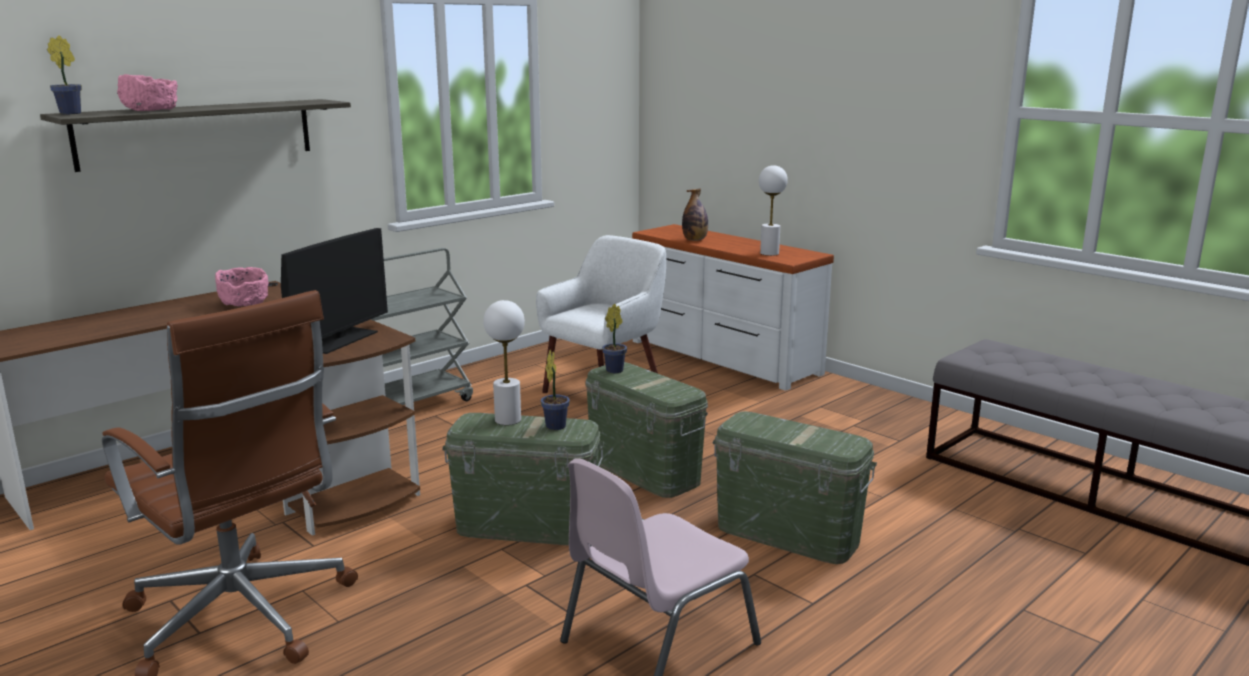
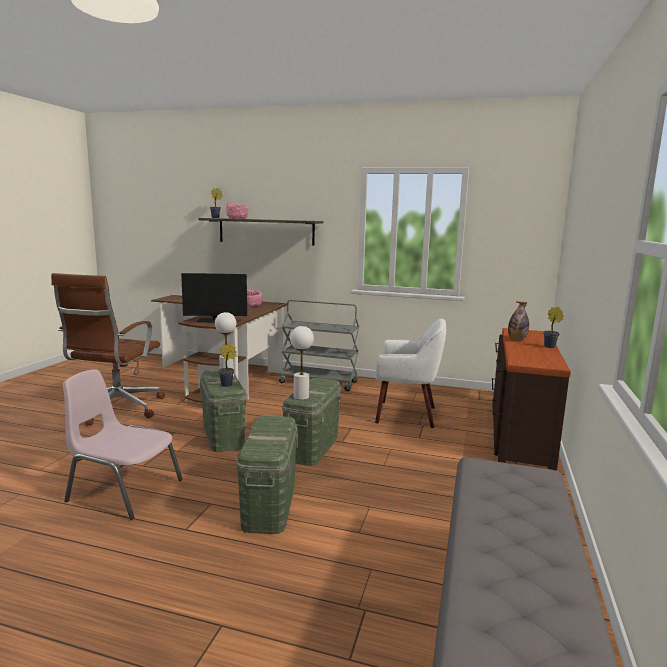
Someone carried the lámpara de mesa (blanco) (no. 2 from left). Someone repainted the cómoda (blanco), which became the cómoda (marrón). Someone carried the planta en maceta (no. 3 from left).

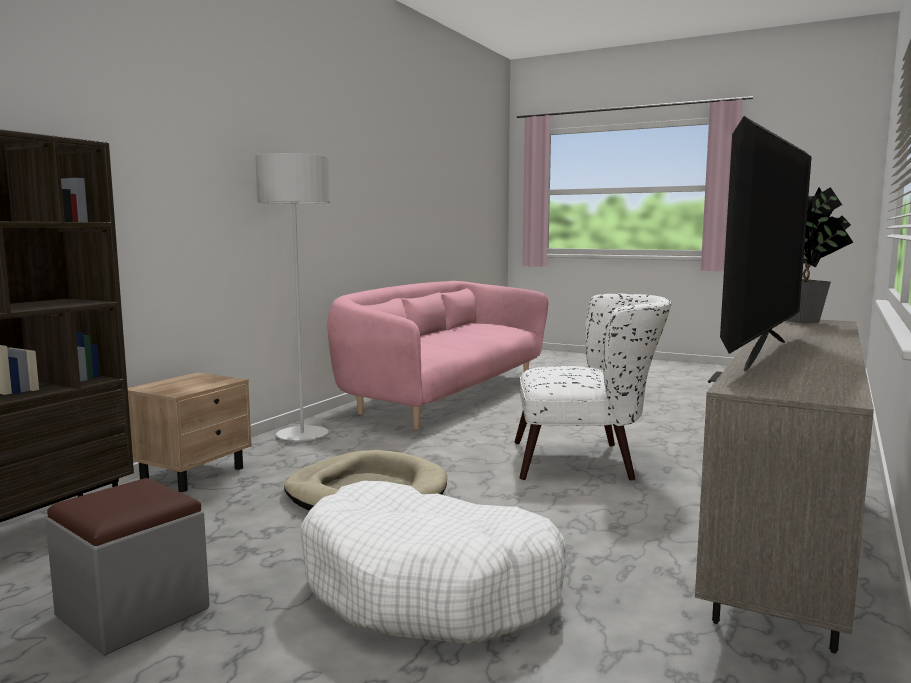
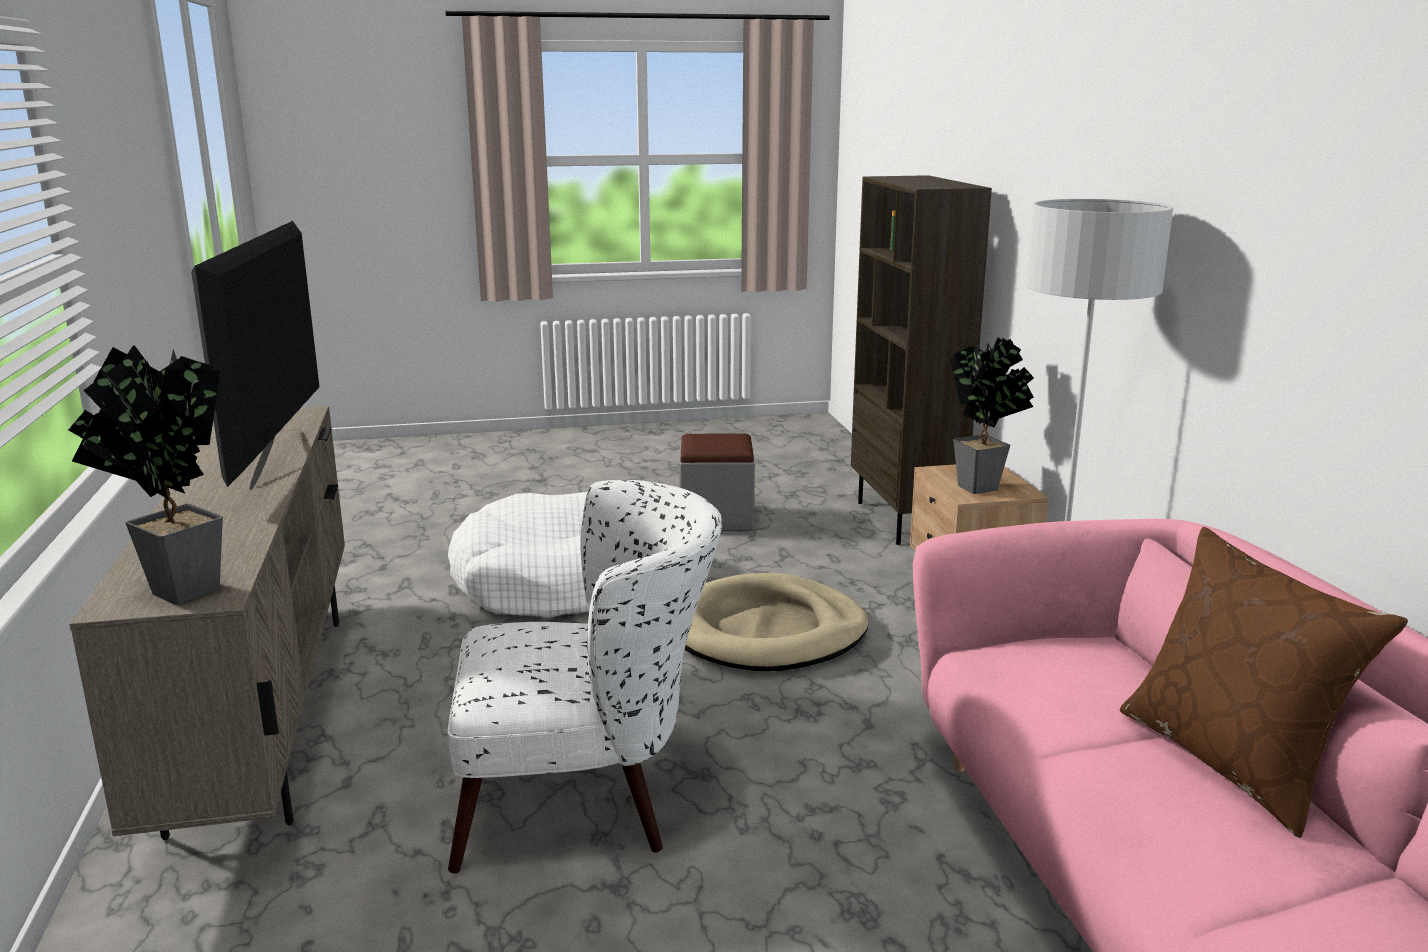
Someone rotated the sillón (blanco) by 150 degrees counterclockwise. Someone put down the planta en maceta (no. 2 from left). Someone put down the cojín (marrón).

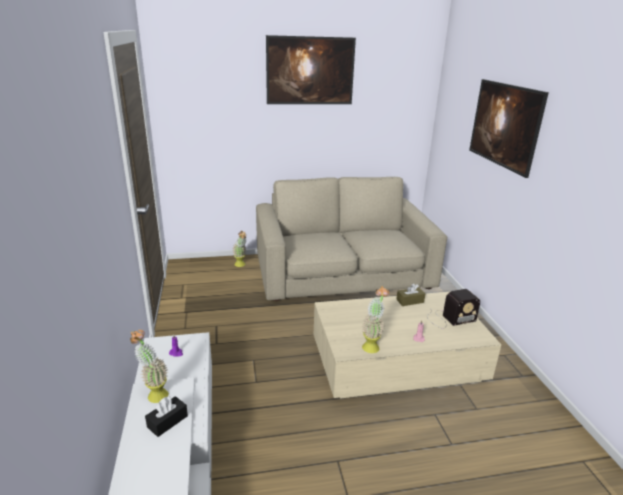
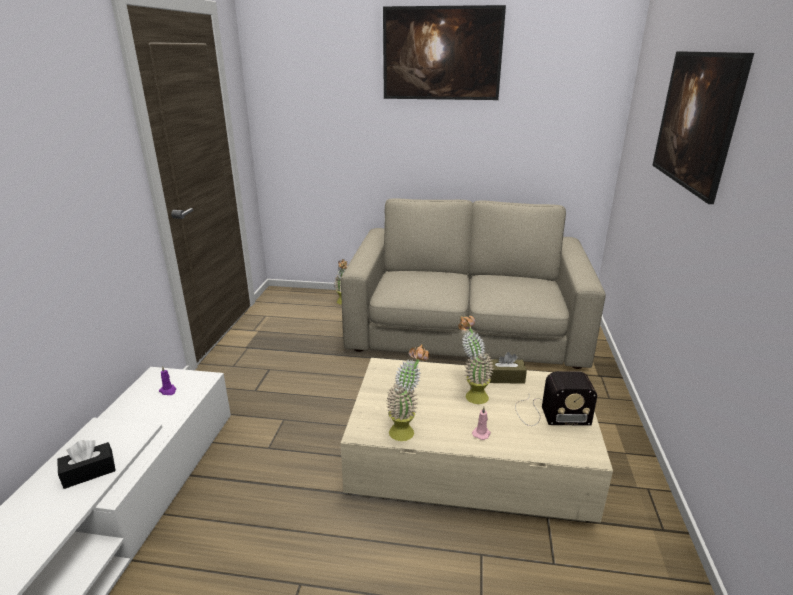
Someone carried the planta en maceta (no. 1 from left in the first image).

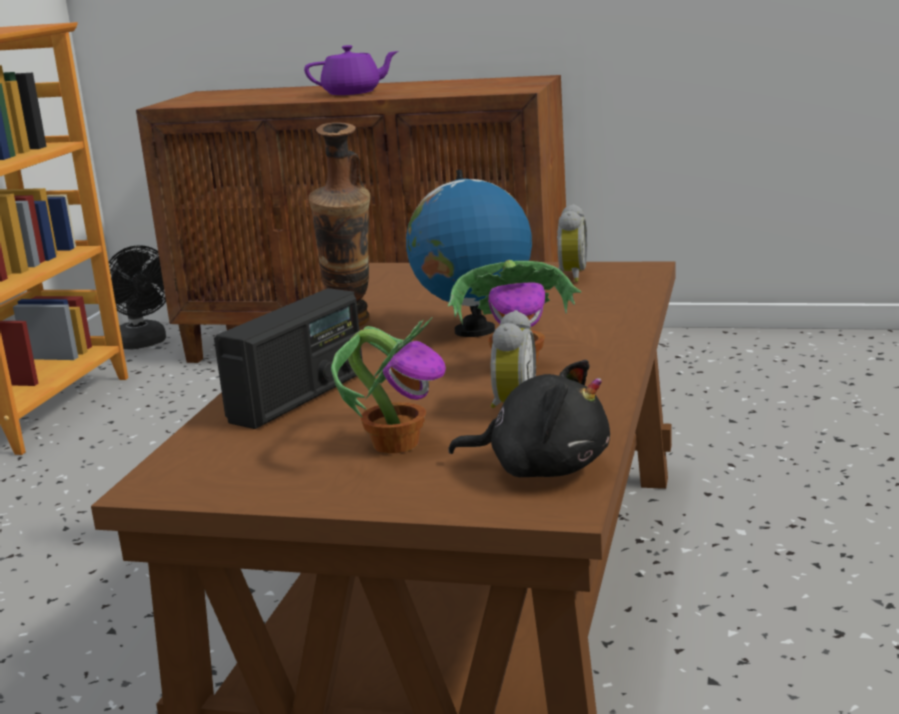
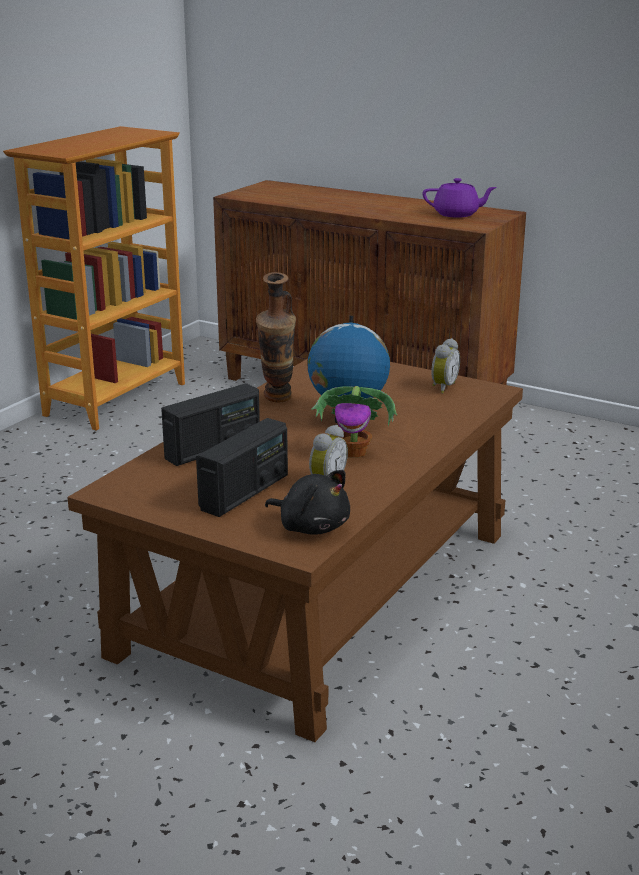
Someone carried the tetera (morado). Someone took away the ventilador (negro). Someone swapped the planta en maceta (no. 1 from left) for the radio (no. 2 from left).

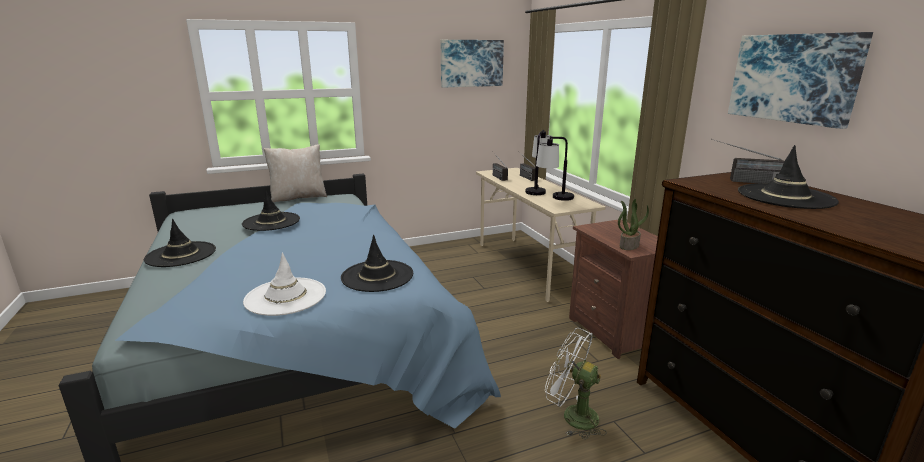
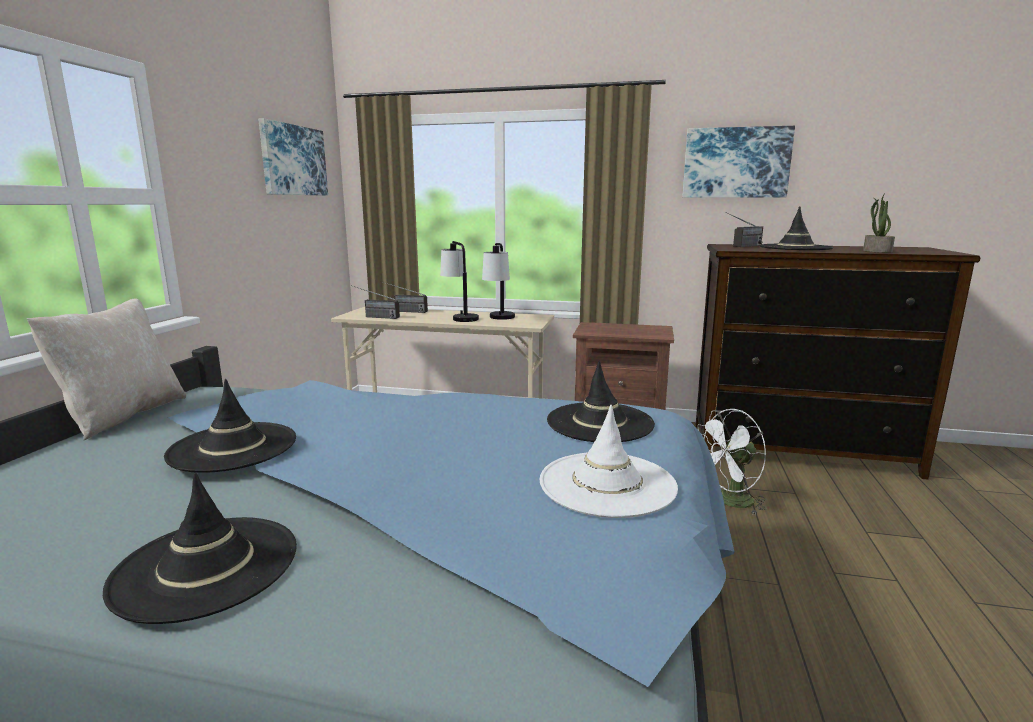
Someone carried the planta en maceta.

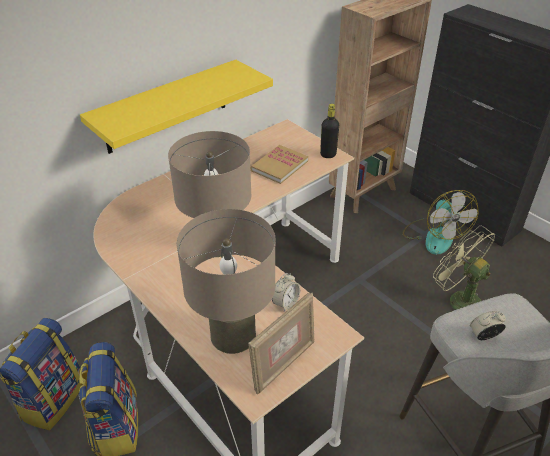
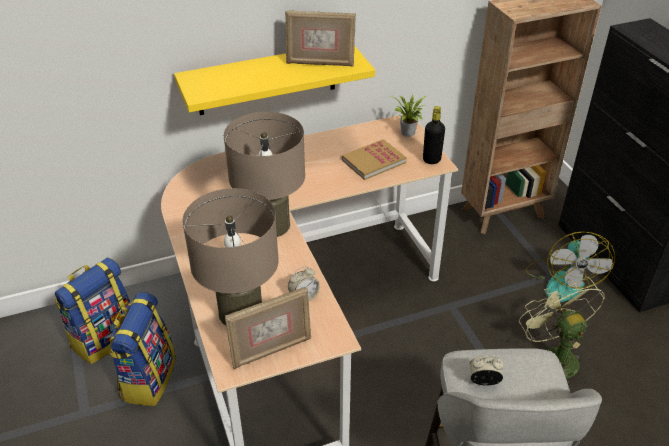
Someone put down the portarretratos (no. 2 from left). Someone put down the planta en maceta.

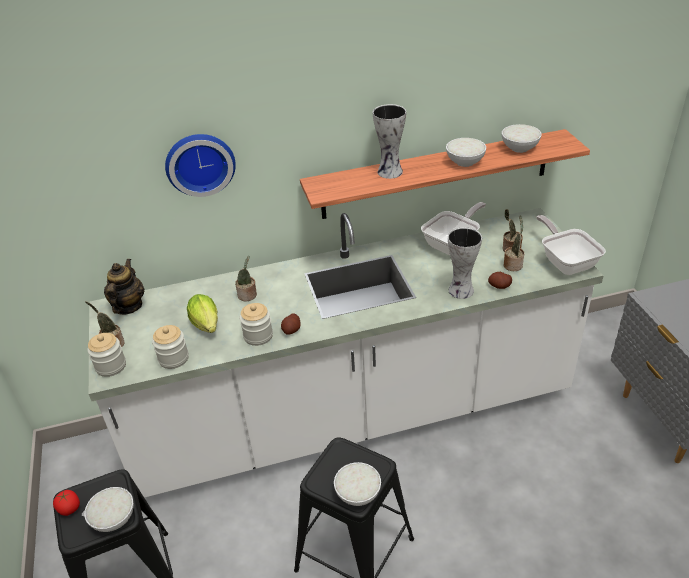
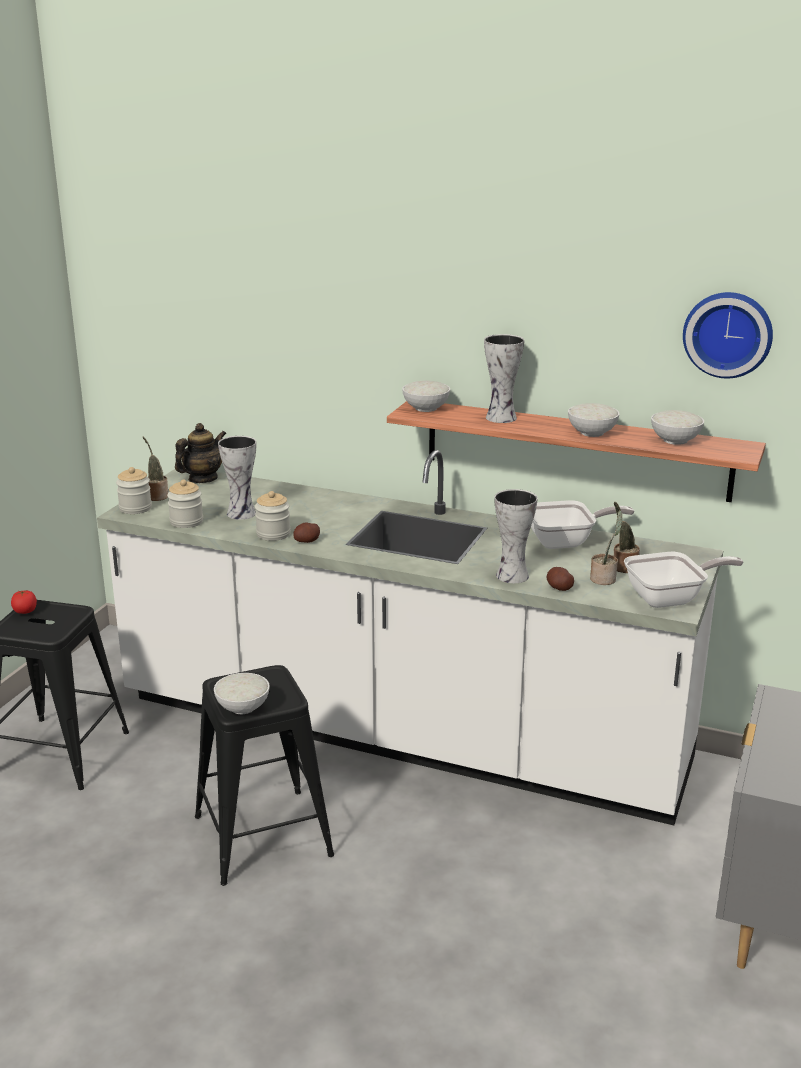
Someone carried the reloj de pared. Someone rotated the sartén (no. 2 from left) by 60 degrees clockwise. Someone took away the planta en maceta (no. 2 from left). Someone swapped the lechuga for the florero (no. 1 from left). Someone carried the cuenco (blanco) (no. 1 from left in the first image).

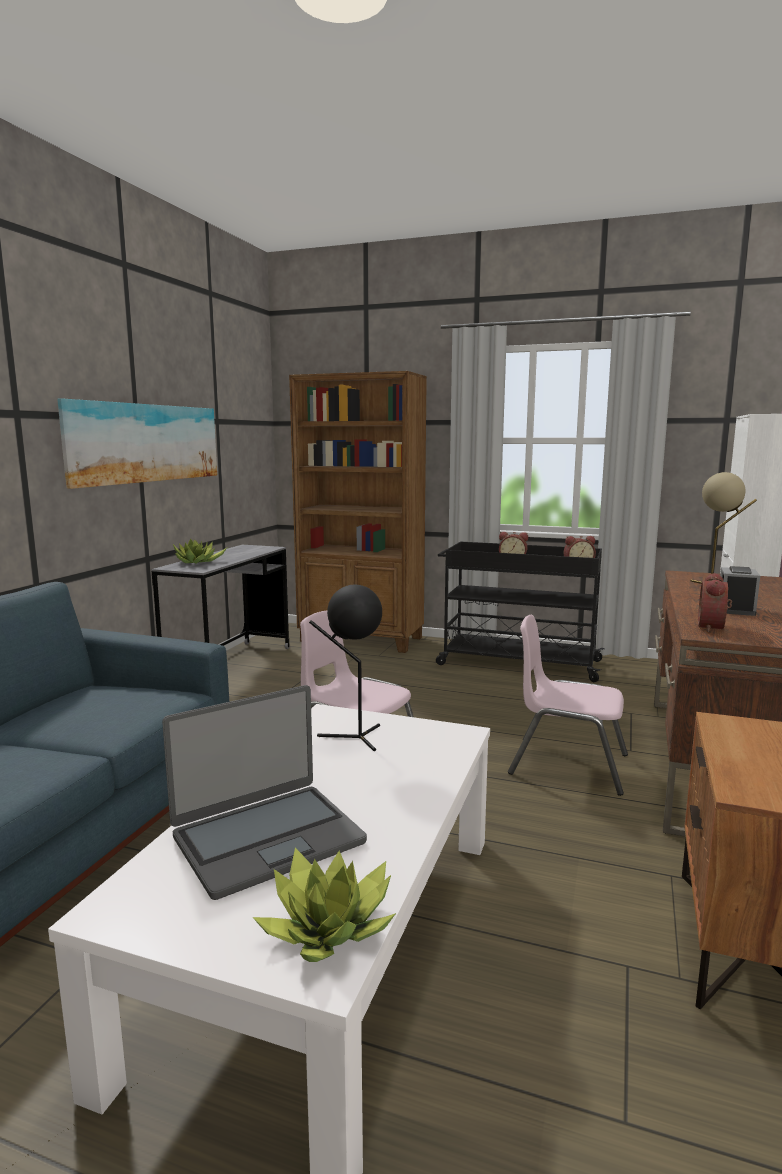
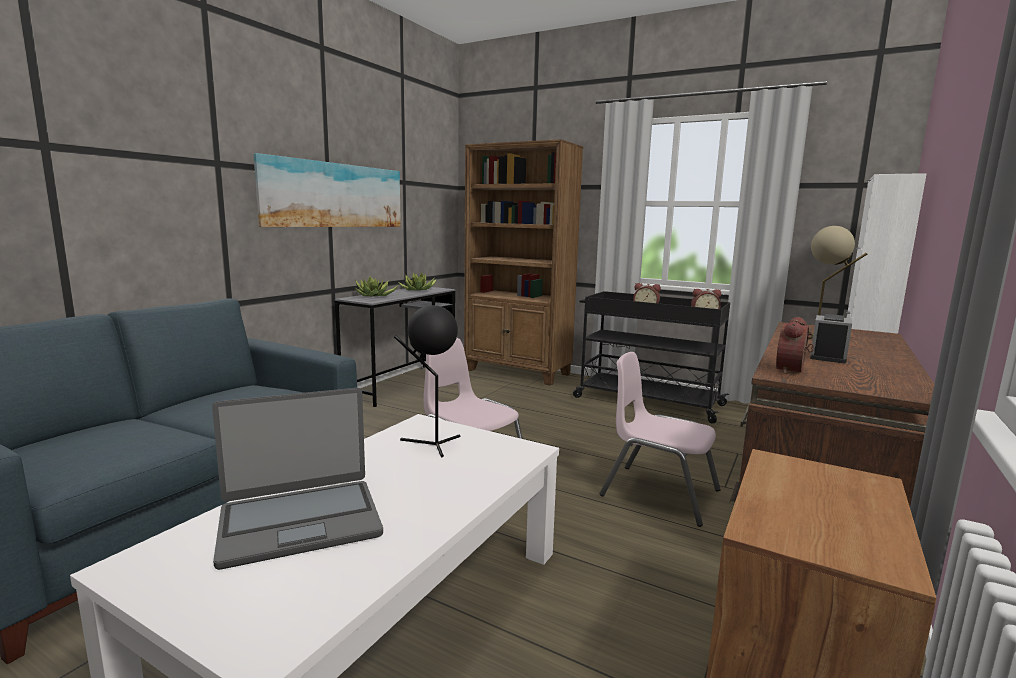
Someone carried the planta en maceta (no. 2 from left).

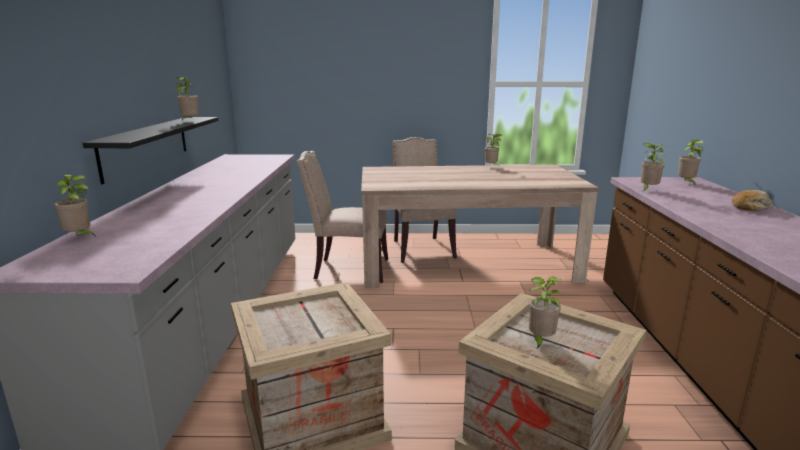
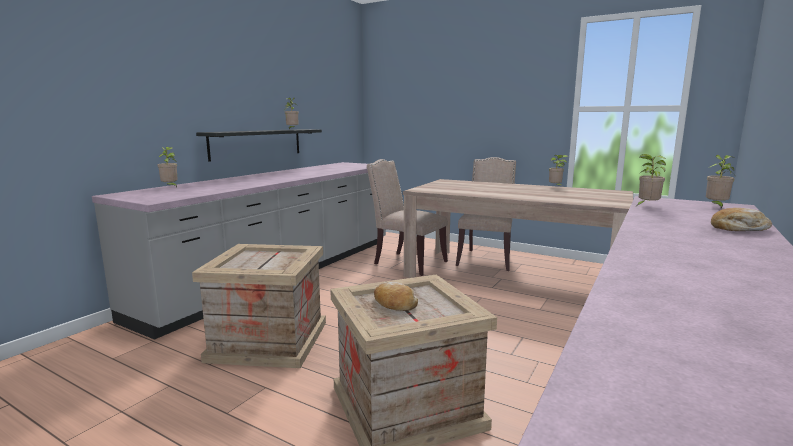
Someone swapped the planta en maceta (no. 4 from left) for the pan (no. 1 from left).

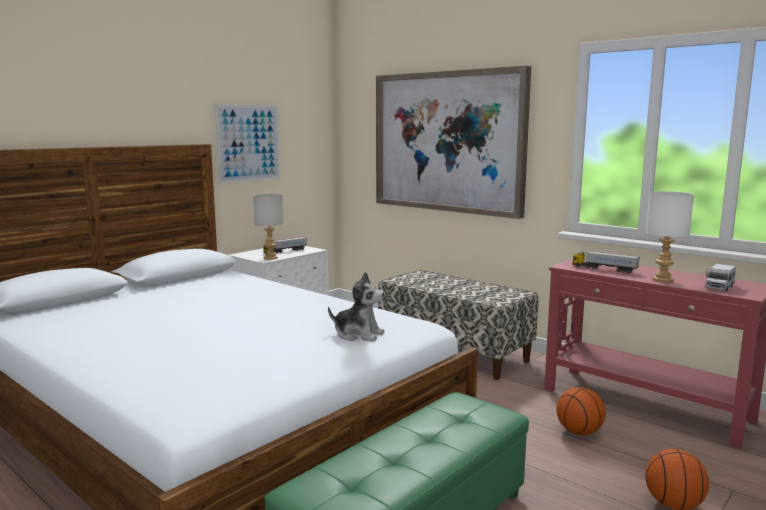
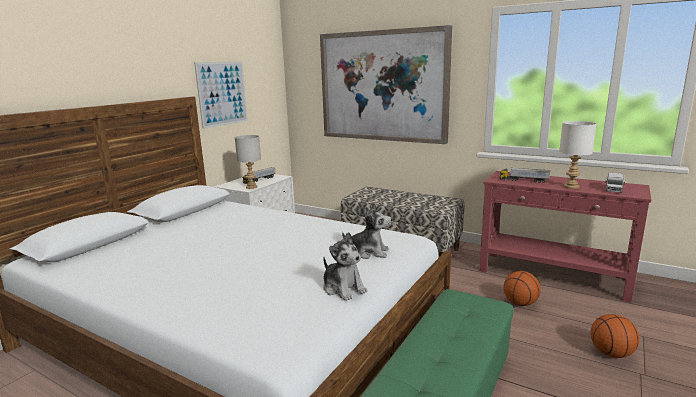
Someone put down the peluche (no. 1 from left).

